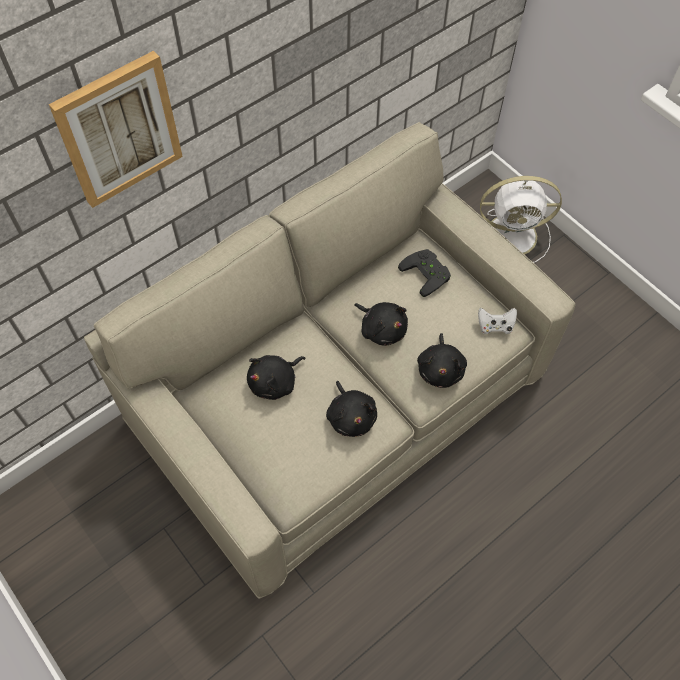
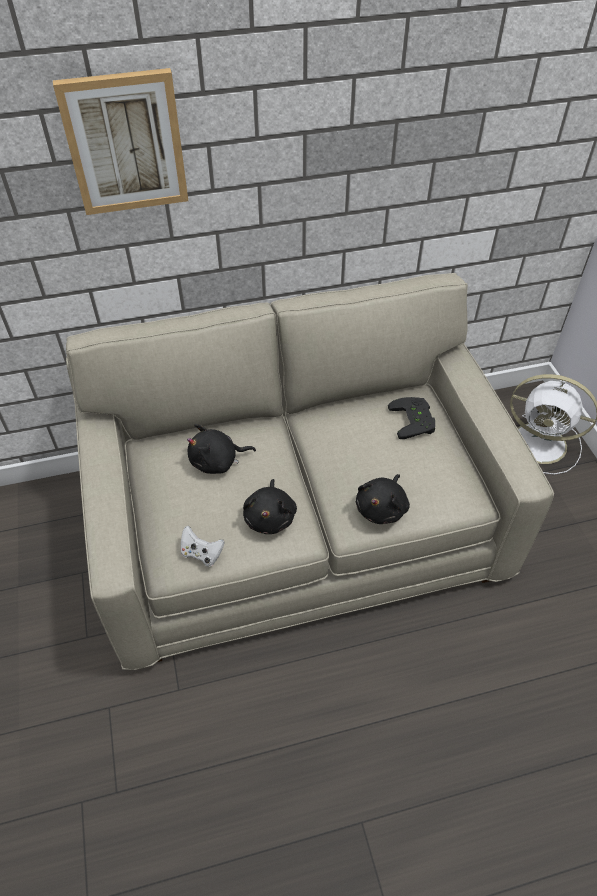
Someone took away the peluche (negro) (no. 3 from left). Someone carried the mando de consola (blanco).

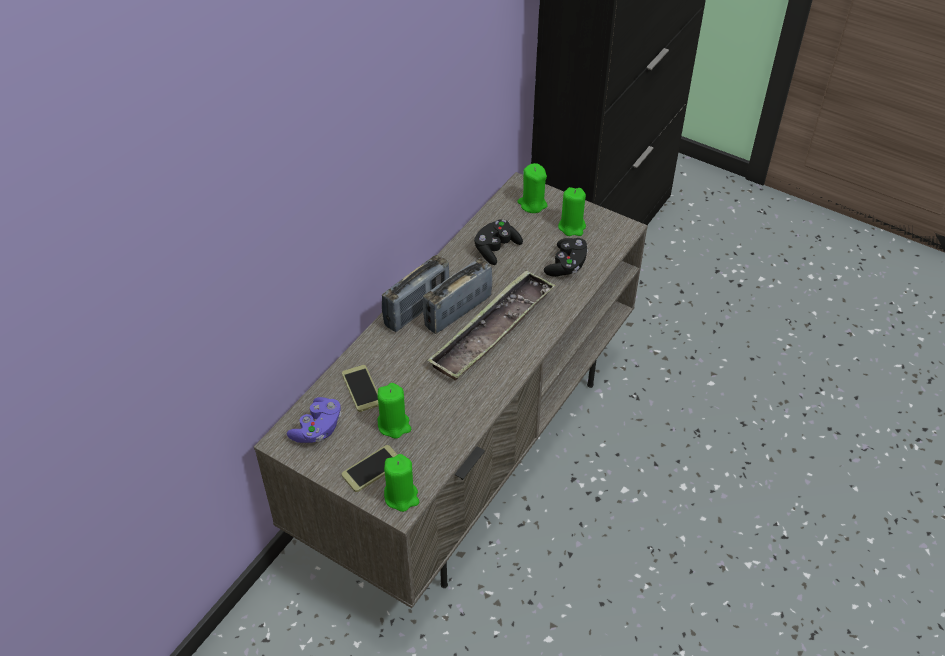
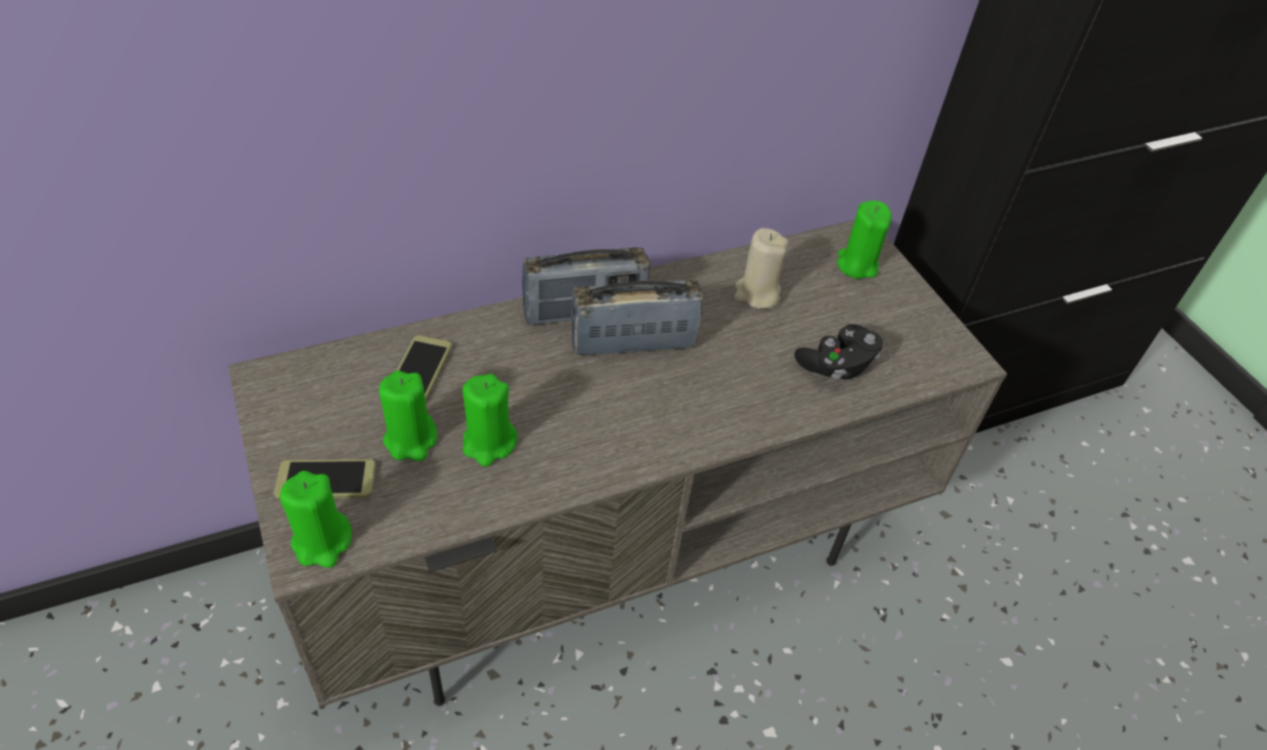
Someone carried the vela (verde) (no. 4 from left in the first image). Someone swapped the mando de consola (negro) (no. 1 from left) for the vela (beis). Someone took away the bandeja. Someone took away the mando de consola (morado).

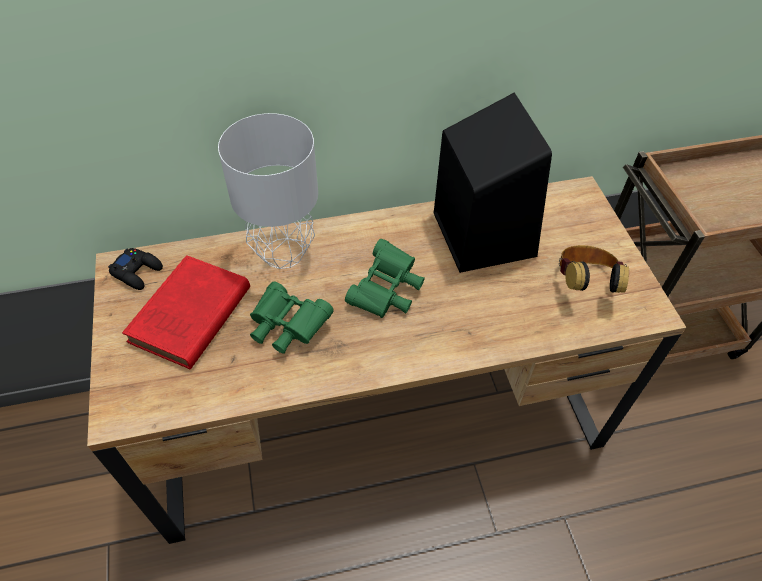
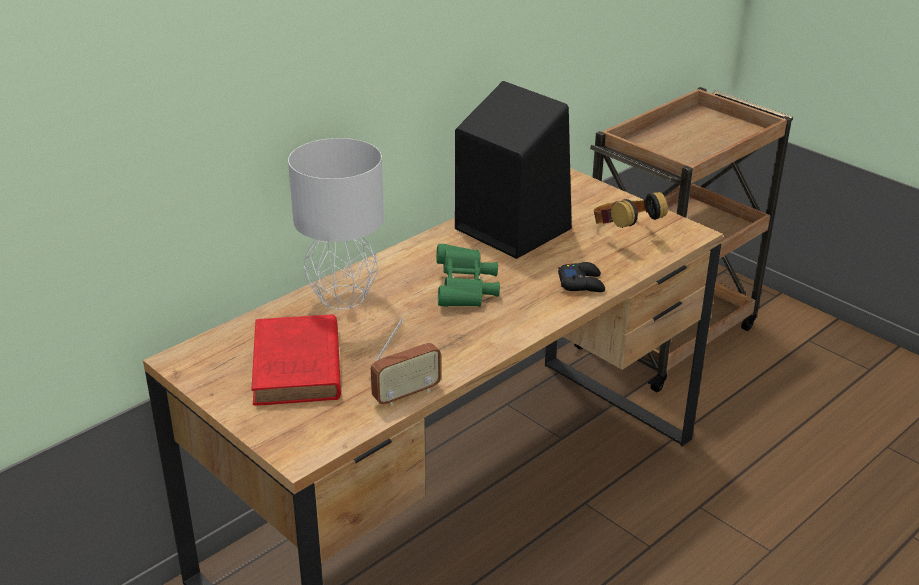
Someone carried the mando de consola (negro). Someone took away the prismáticos (verde) (no. 1 from left). Someone put down the radio.

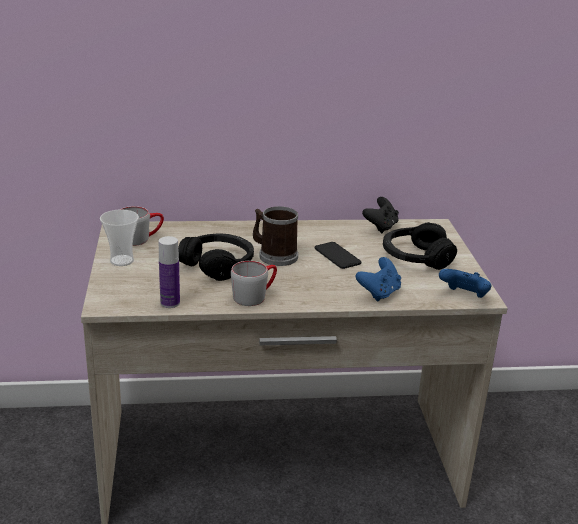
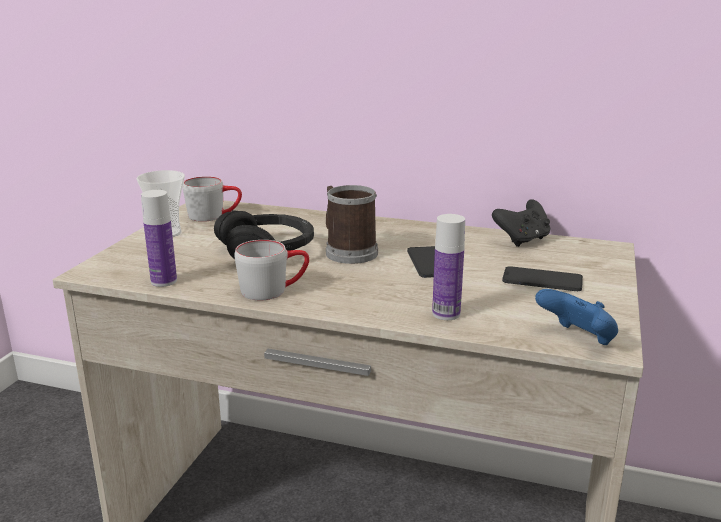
Someone swapped the auriculares (negro) (no. 2 from left) for the móvil (no. 2 from left). Someone swapped the mando de consola (azul) (no. 1 from left) for the botella (no. 2 from left).

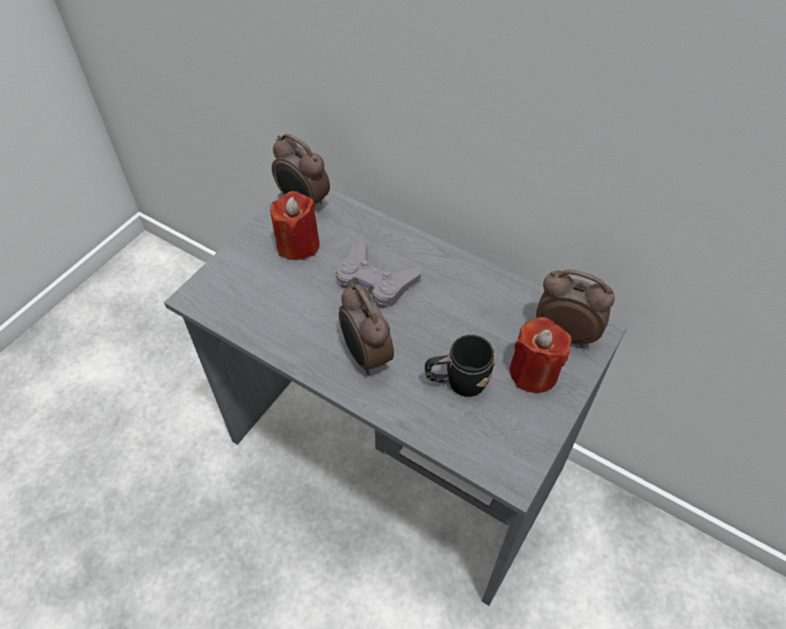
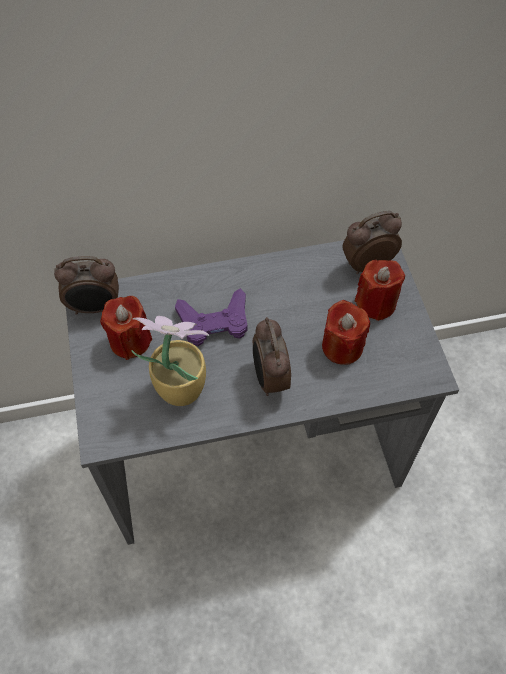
Someone repainted the mando de consola (gris), which became the mando de consola (morado). Someone rotated the despertador (no. 2 from left) by 60 degrees clockwise. Someone swapped the taza grande (negro) for the vela (rojo) (no. 2 from left). Someone put down the planta en maceta.

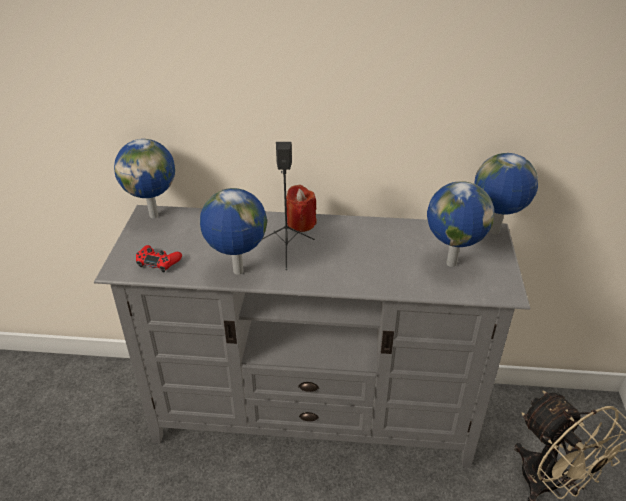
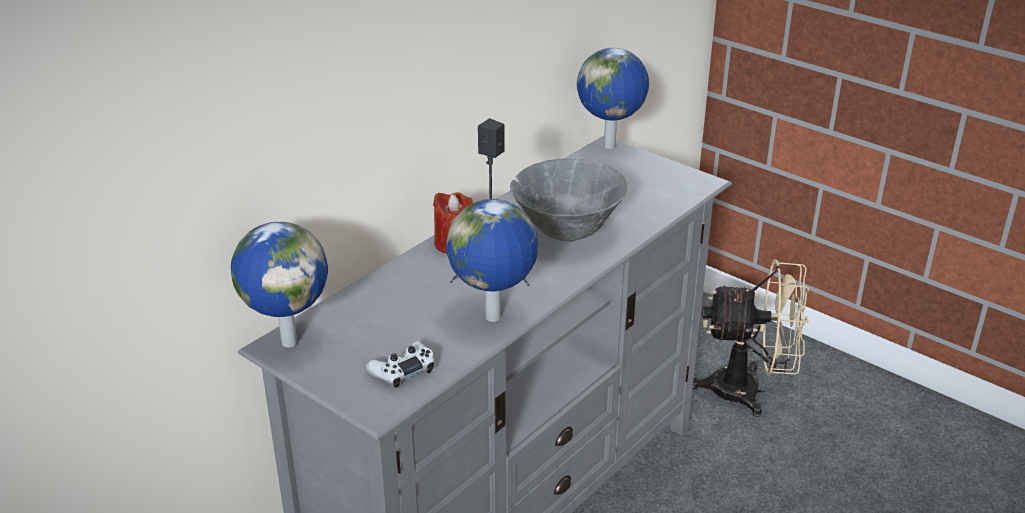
Someone took away the globo terráqueo (no. 3 from left). Someone repainted the mando de consola (rojo), which became the mando de consola (blanco). Someone put down the cuenco (gris).

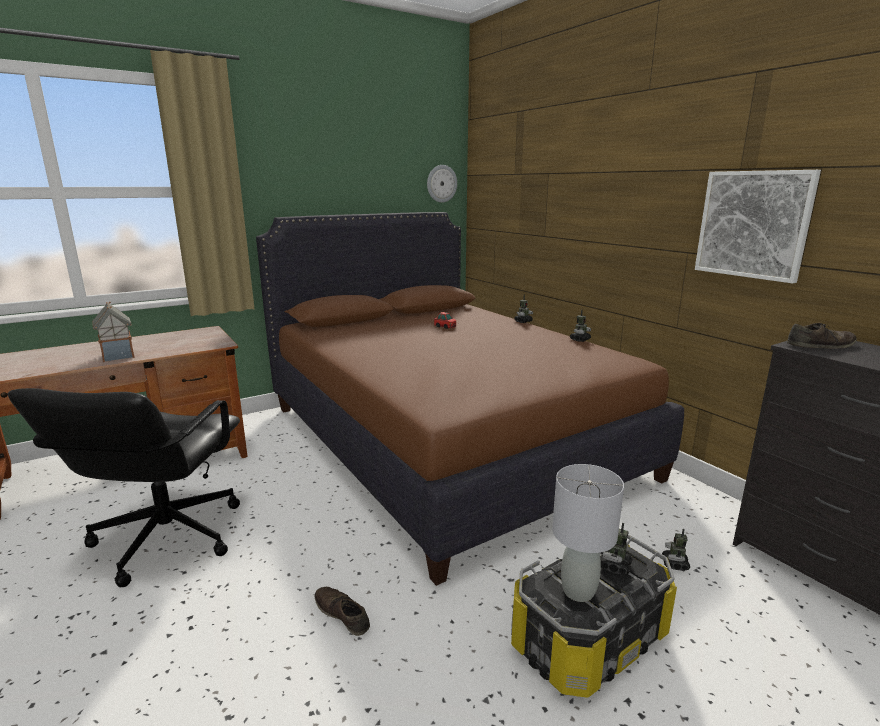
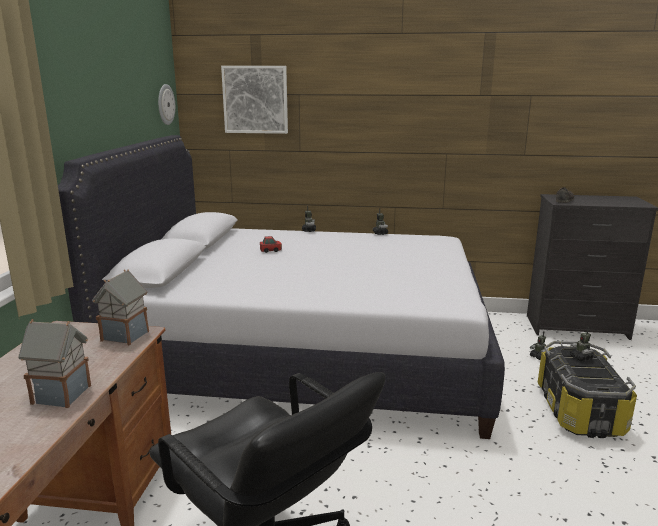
Someone carried the cuadro. Someone repainted the cama (marrón), which became the cama (blanco). Someone took away the lámpara de mesa (gris). Someone took away the zapato (marrón) (no. 1 from left). Someone put down the casita (no. 2 from left).

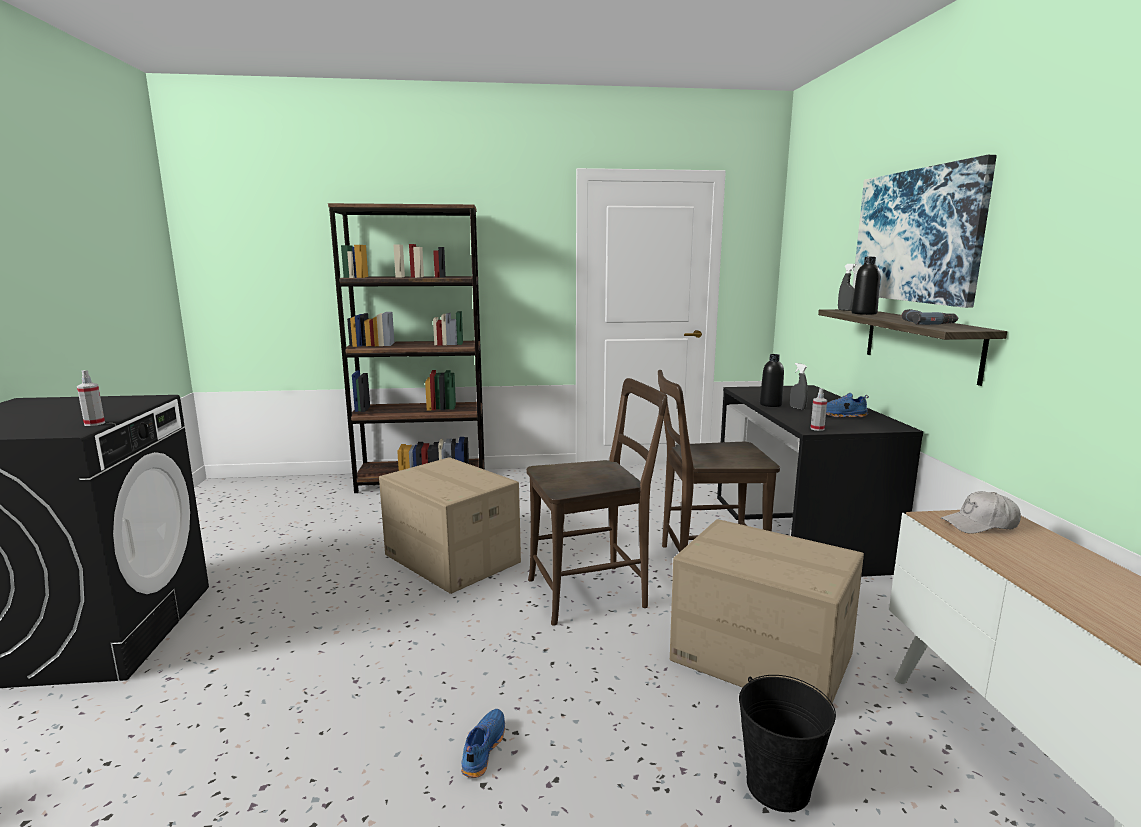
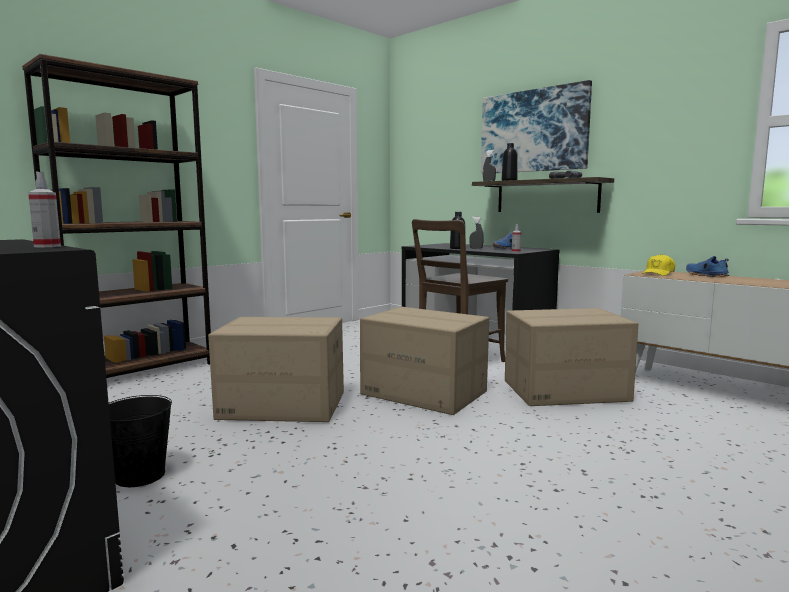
Someone swapped the silla (marrón) (no. 1 from left) for the caja de cartón (no. 2 from left). Someone repainted the gorra (blanco), which became the gorra (amarillo). Someone carried the cubo (negro). Someone carried the zapato (azul) (no. 1 from left in the first image).

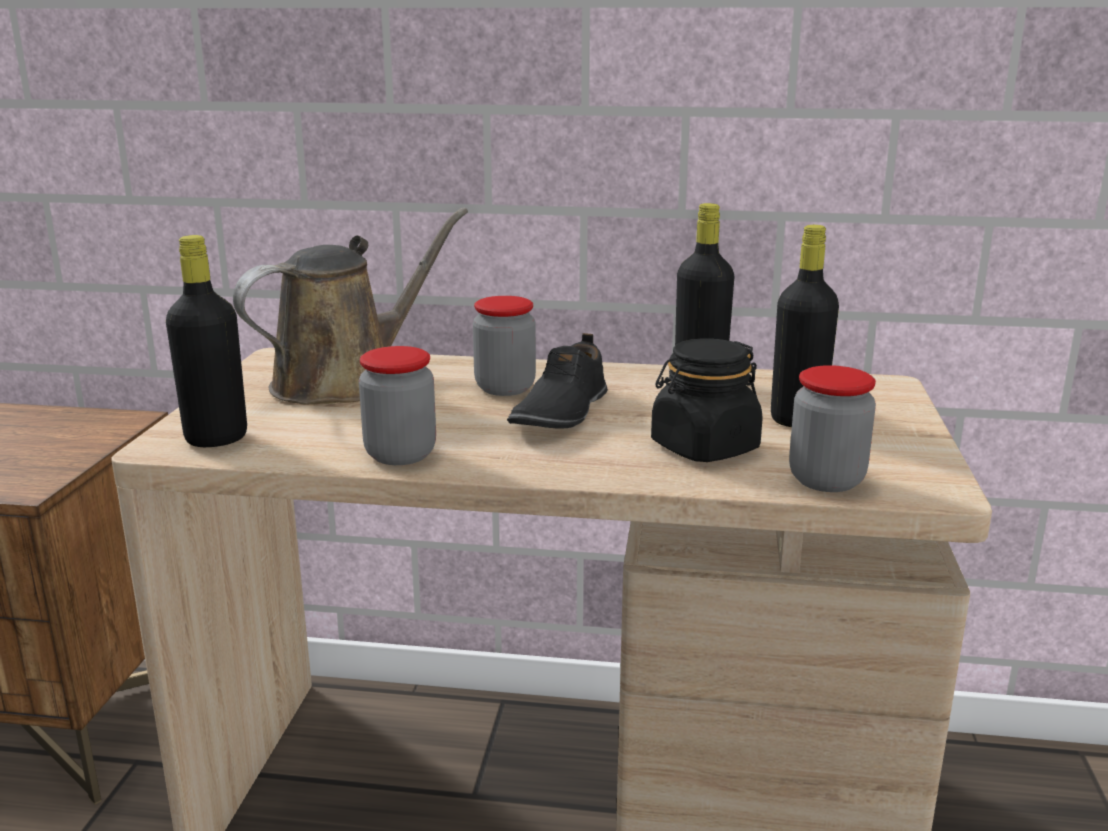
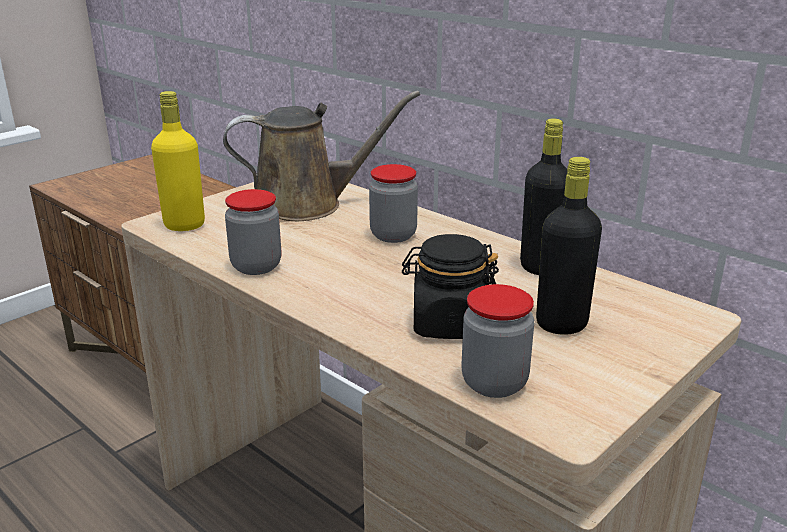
Someone repainted the botella (negro) (no. 1 from left), which became the botella (amarillo). Someone took away the zapato (negro).

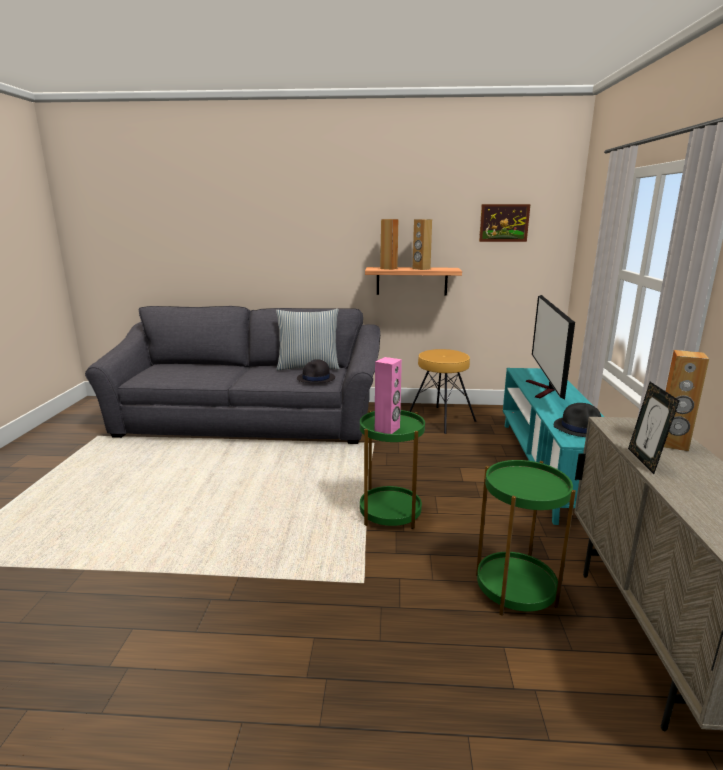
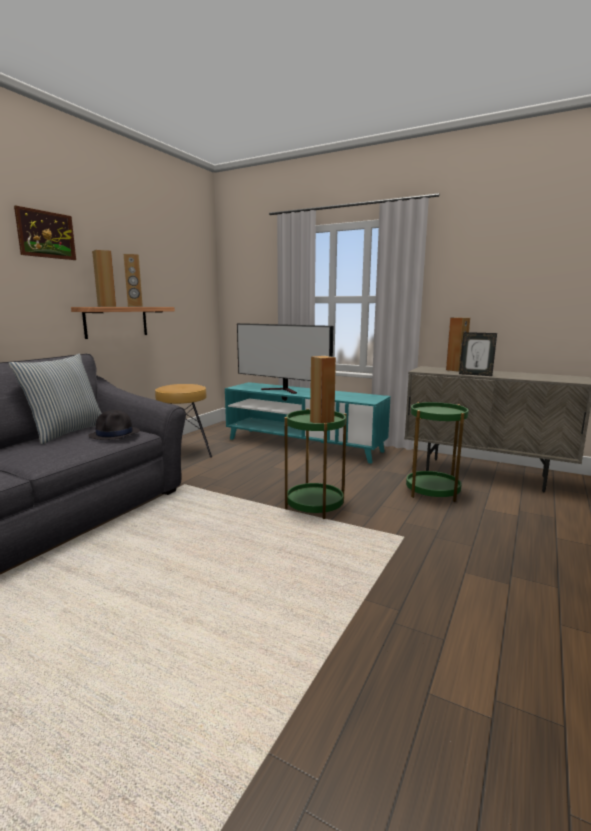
Someone carried the cuadro. Someone repainted the altavoz (rosa), which became the altavoz (marrón) (no. 3 from left). Someone took away the sombrero (negro) (no. 2 from left).

